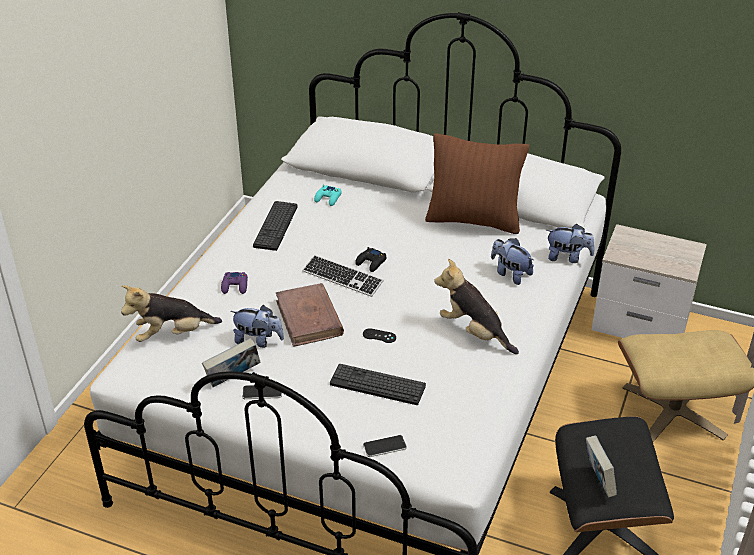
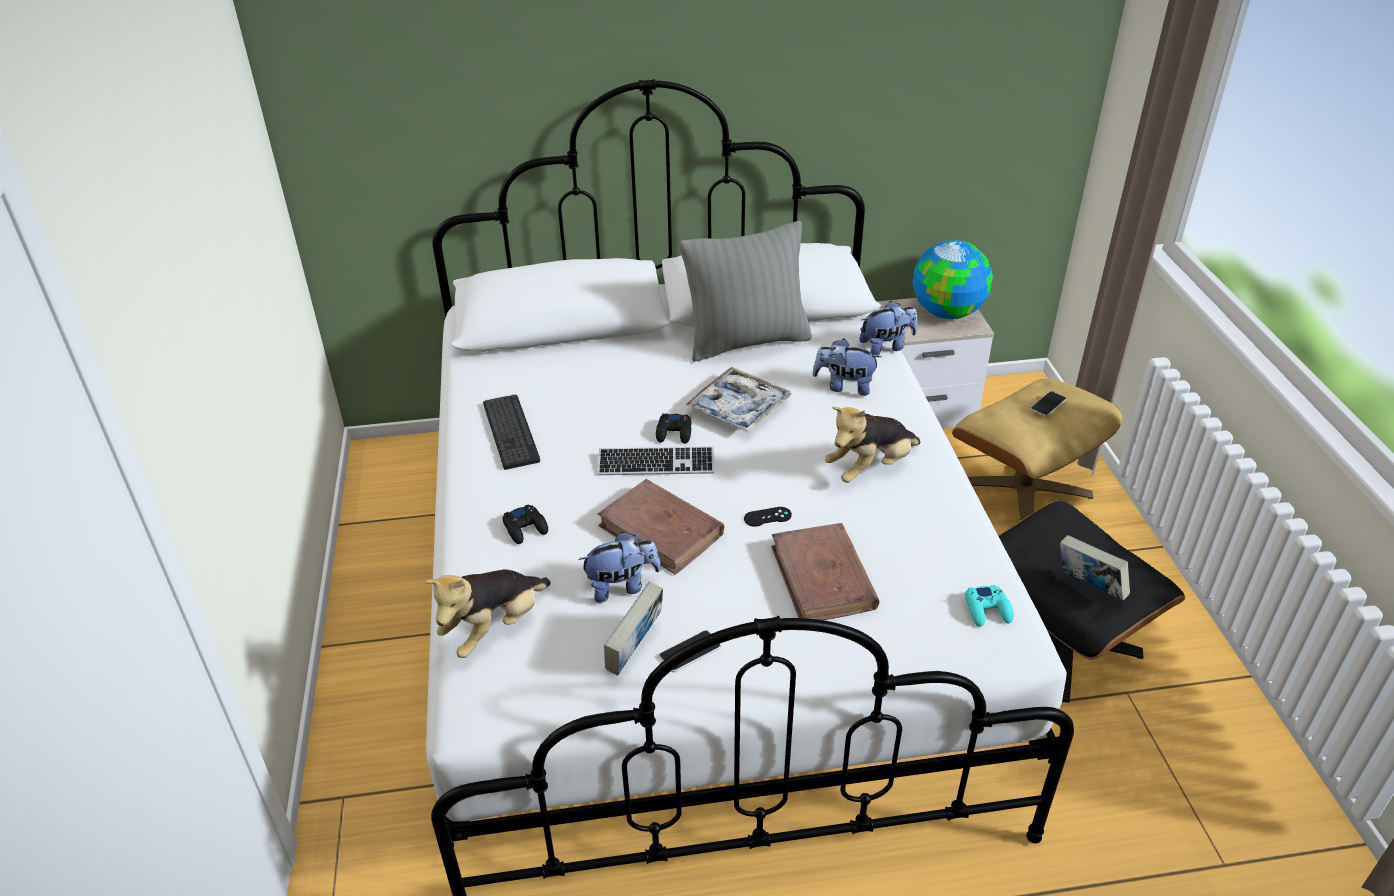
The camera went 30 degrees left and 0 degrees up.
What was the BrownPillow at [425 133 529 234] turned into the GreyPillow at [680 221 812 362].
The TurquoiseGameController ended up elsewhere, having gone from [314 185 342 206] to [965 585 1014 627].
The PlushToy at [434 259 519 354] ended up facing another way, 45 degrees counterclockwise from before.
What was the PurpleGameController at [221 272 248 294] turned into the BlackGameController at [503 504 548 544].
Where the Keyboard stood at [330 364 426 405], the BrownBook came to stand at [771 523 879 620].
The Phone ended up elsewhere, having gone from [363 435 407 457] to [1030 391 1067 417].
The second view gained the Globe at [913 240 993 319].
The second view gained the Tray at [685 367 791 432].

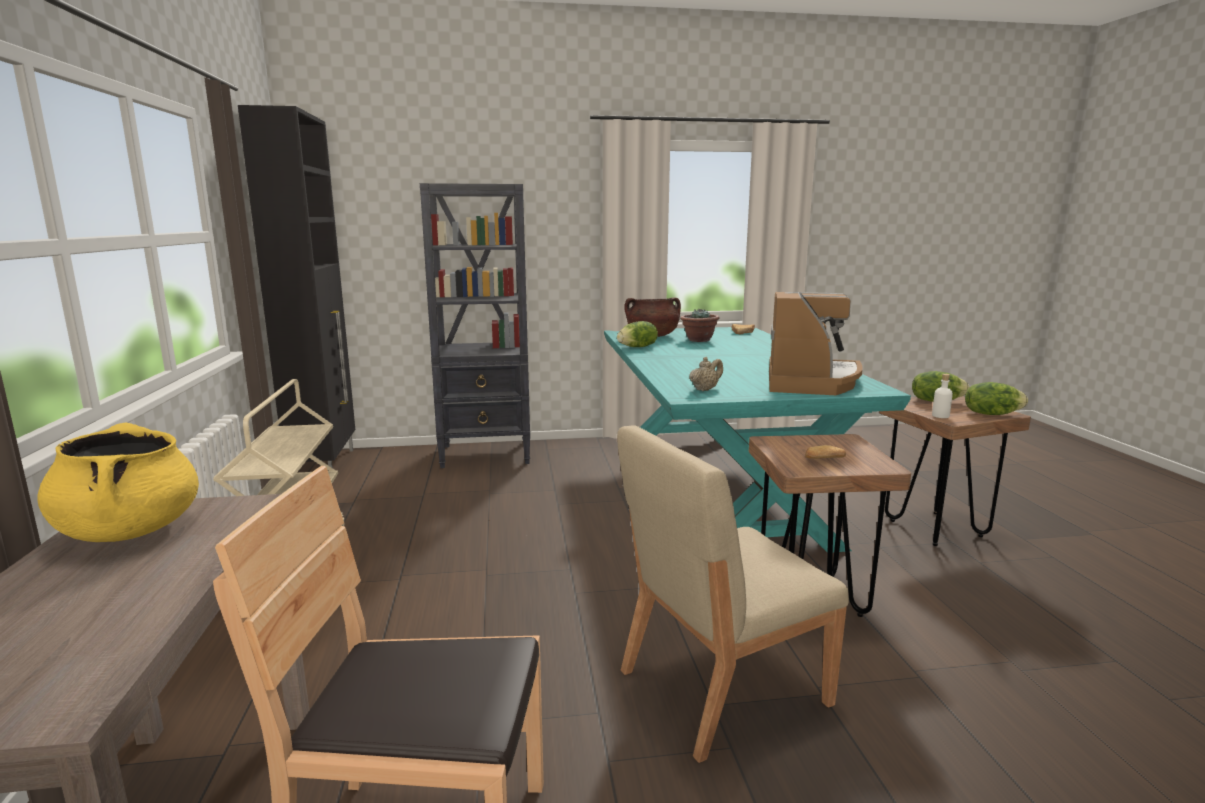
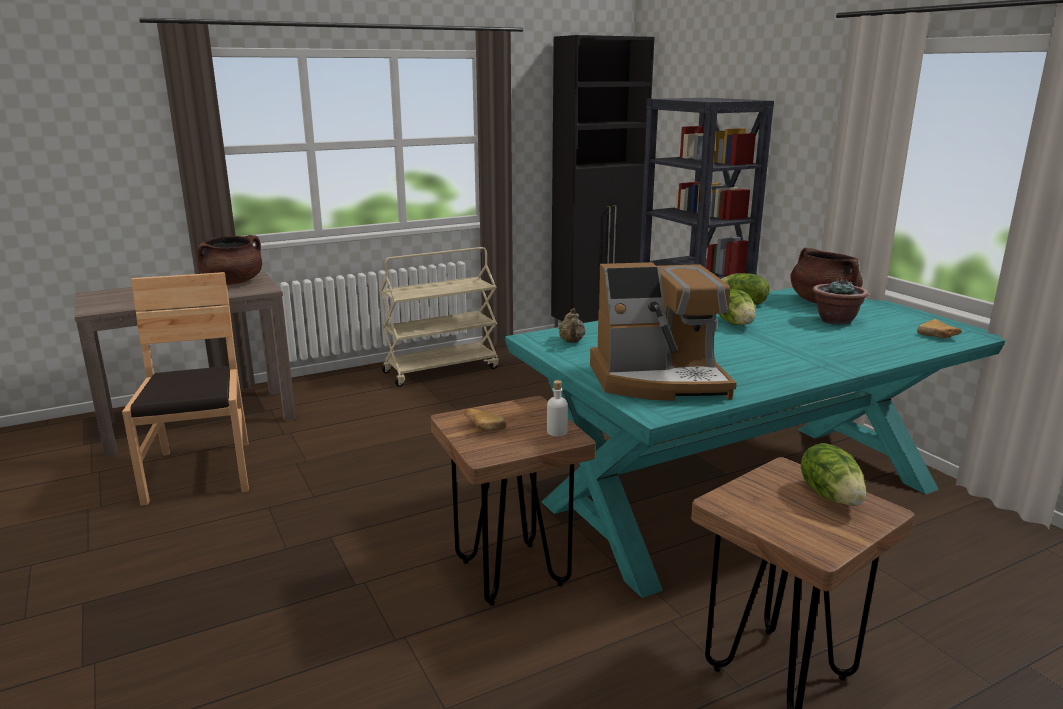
The camera went 70 degrees right and 5 degrees up.
The BeigeTeapot at [689 357 723 391] ended up facing another way, 60 degrees clockwise from before.
The WhiteBottle ended up elsewhere, having gone from [932 374 953 418] to [547 380 568 436].
The Lettuce ended up elsewhere, having gone from [965 382 1028 415] to [719 289 756 325].
What was the YellowCookingPot at [37 422 199 542] turned into the BrownCookingPot at [197 235 262 285].
The second view lost the BeigeChair at [617 425 849 763].

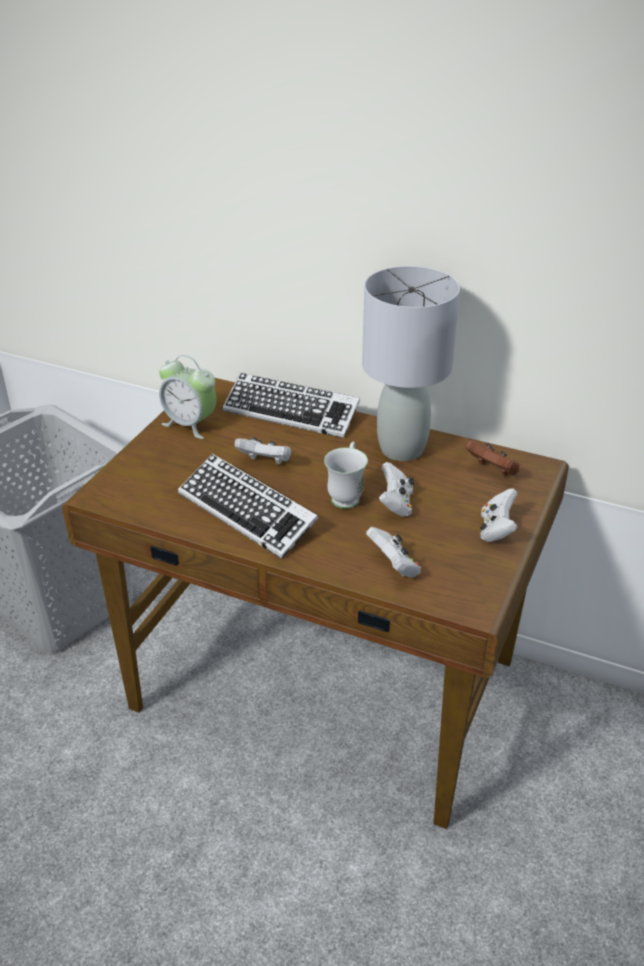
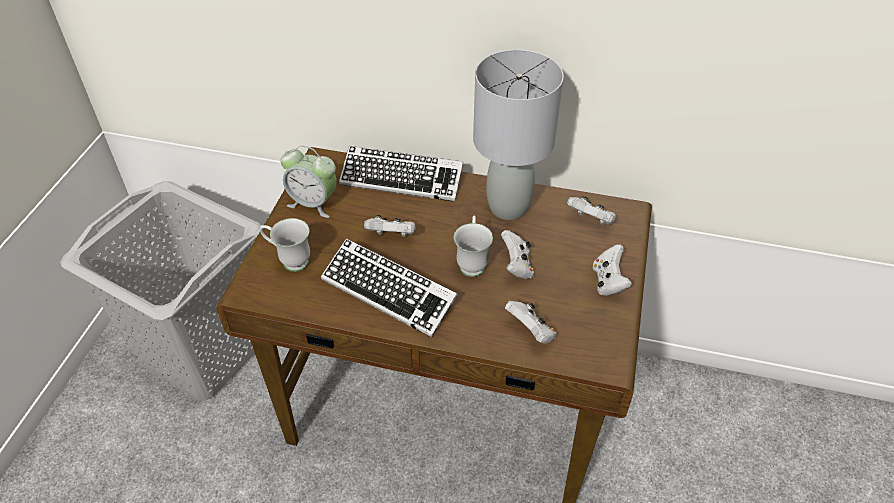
The camera went 10 degrees left and 10 degrees up.
What was the BrownGameController at [465 440 519 477] turned into the WhiteGameController at [567 196 616 225].
The second view gained the WhiteMug at [260 218 310 272].

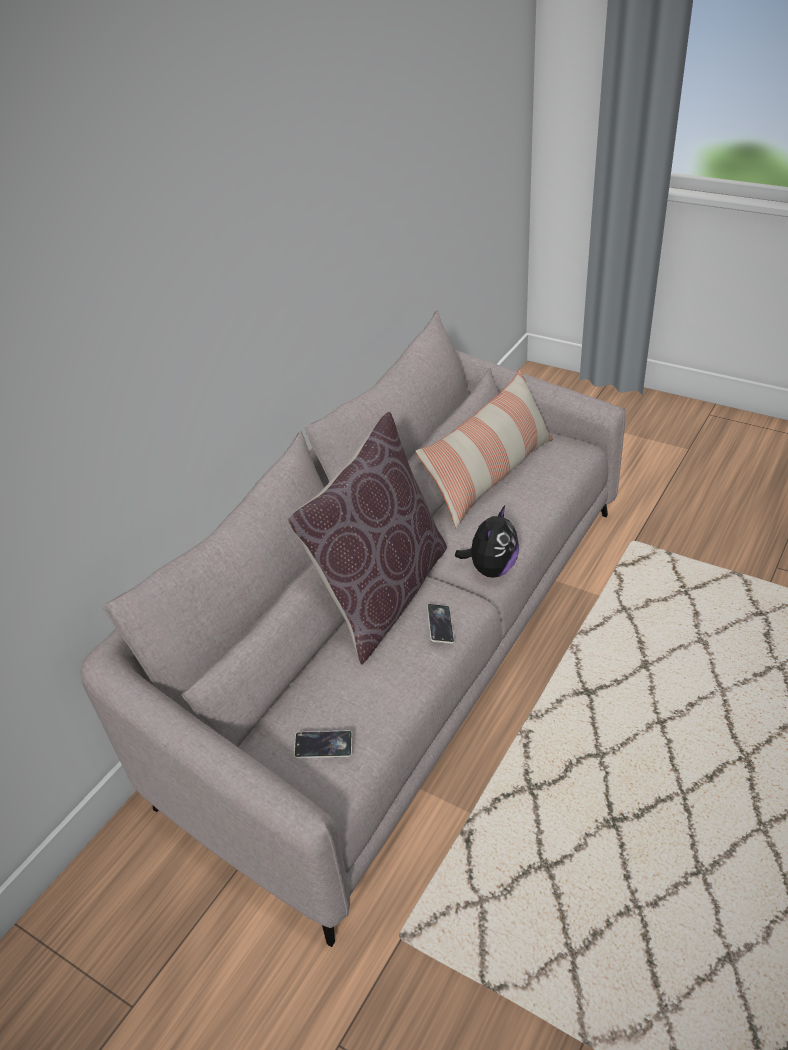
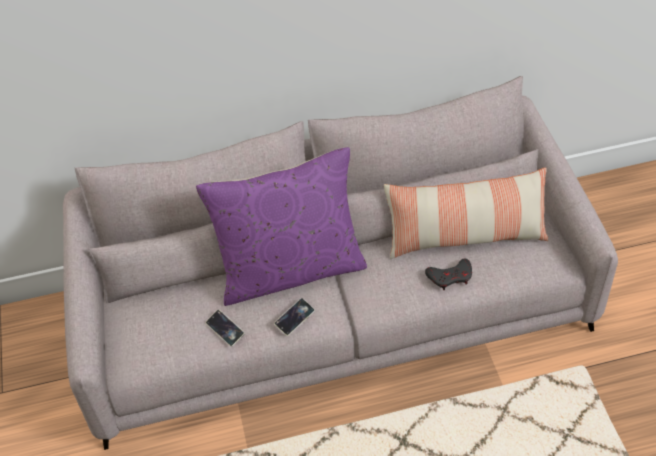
The camera went 45 degrees right and 10 degrees up.
What was the BrownPillow at [288 412 447 665] turned into the PurplePillow at [196 147 367 306].
The second view lost the PlushToy at [455 505 519 578].
The Phone ended up elsewhere, having gone from [294 730 352 758] to [206 310 245 347].
The second view gained the GreyGameController at [425 258 472 290].

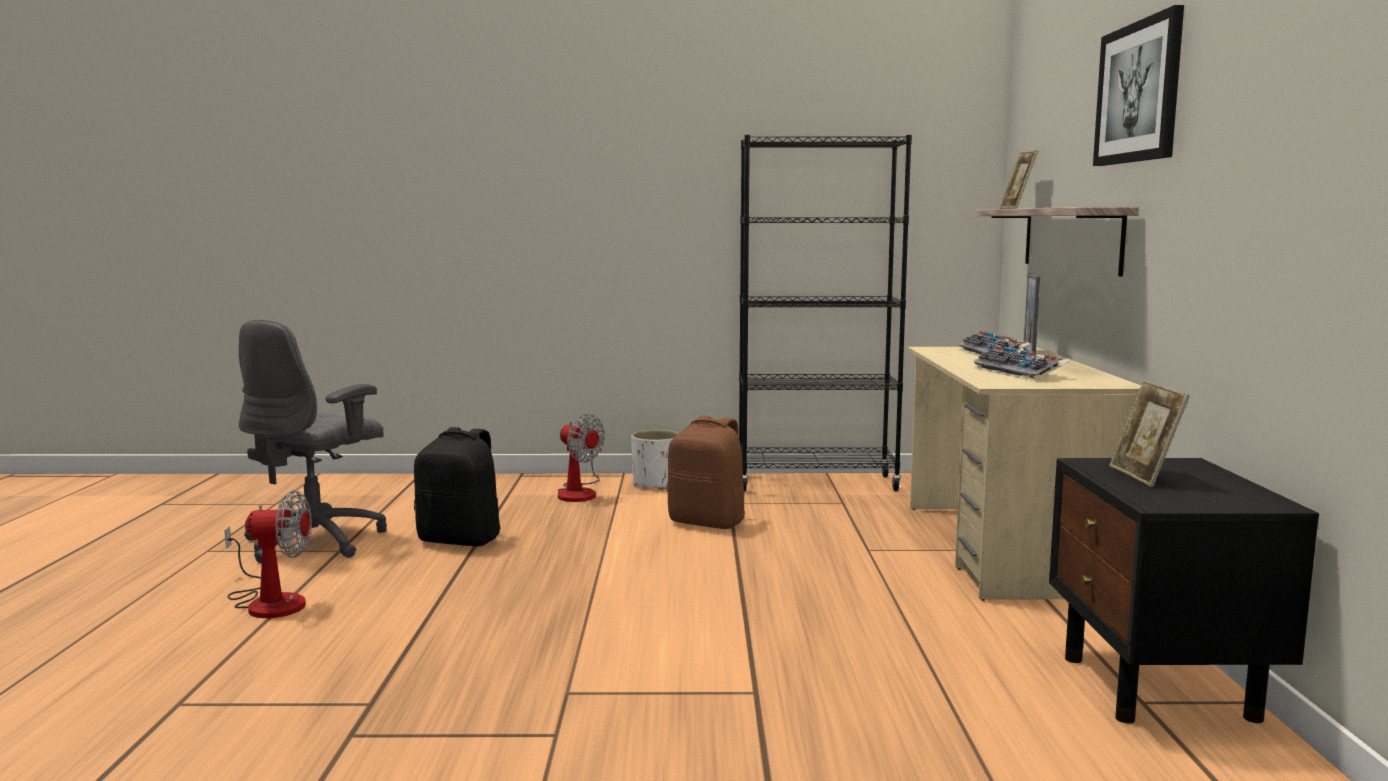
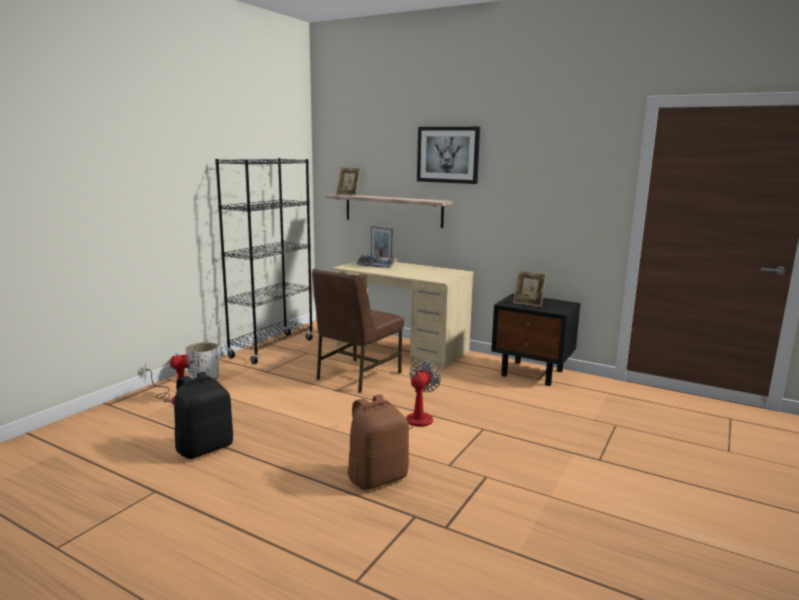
The camera went 60 degrees left and 5 degrees up.
The second view lost the GreyOfficeChair at [239 319 387 563].
The second view lost the Keyboard at [972 345 1071 381].
The BrownBackpack ended up elsewhere, having gone from [667 415 745 529] to [347 394 409 490].
The Fan ended up elsewhere, having gone from [225 490 312 618] to [355 360 441 429].
The second view gained the BrownChair at [312 268 404 393].

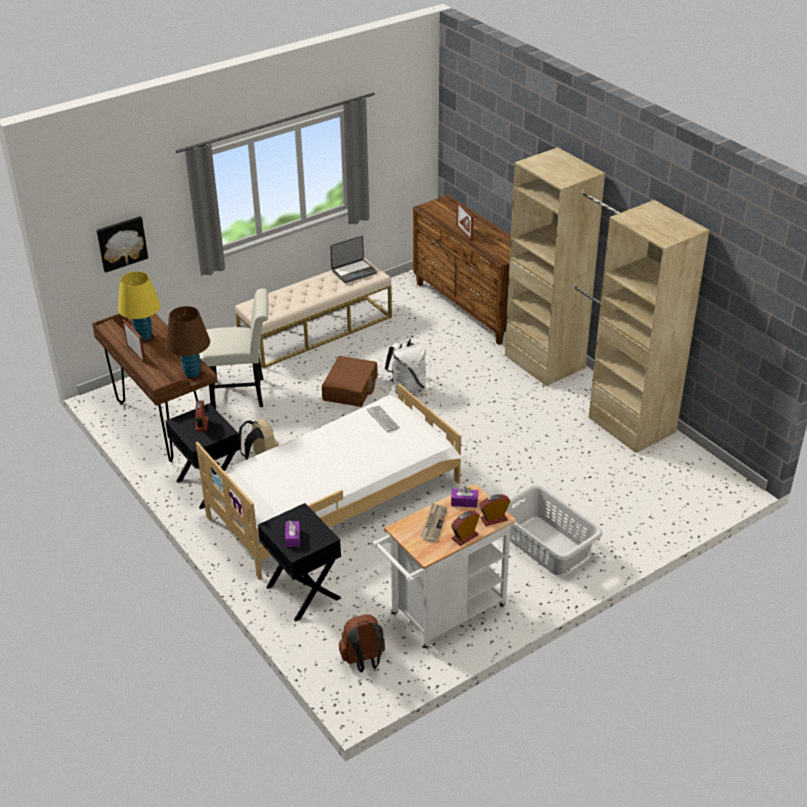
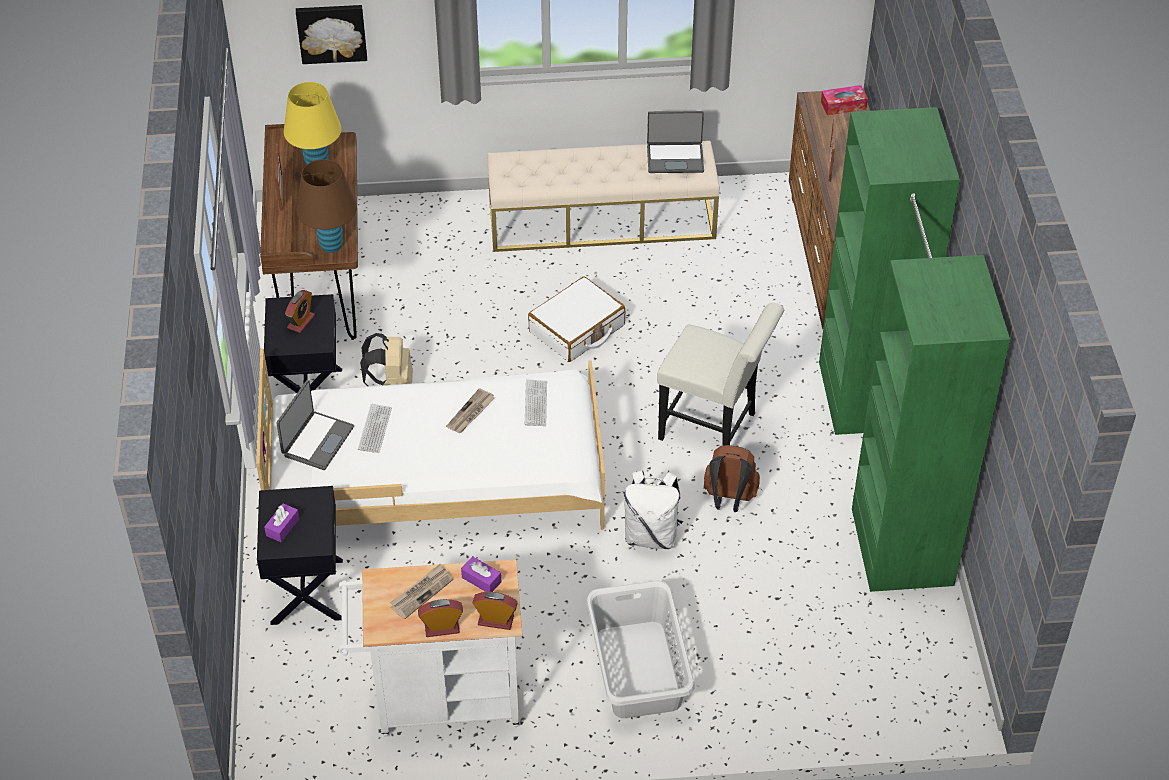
The camera went 30 degrees right and 10 degrees up.
What was the BeigeWardrobe at [505 147 709 453] turned into the GreenWardrobe at [819 107 1010 592].
The WhiteChair ended up elsewhere, having gone from [203 288 269 409] to [657 303 784 446].
The WhiteBackpack ended up elsewhere, having gone from [385 339 426 394] to [621 470 683 549].
What was the BrownSuitcase at [322 356 378 407] turned into the WhiteSuitcase at [528 276 625 362].
The BrownBackpack ended up elsewhere, having gone from [339 615 385 672] to [704 445 760 512].
The second view gained the TissueBox at [821 85 868 115].
The second view gained the Laptop at [276 380 354 470].
The second view gained the Newspaper at [446 388 495 433].
The second view gained the Keyboard at [358 404 392 453].

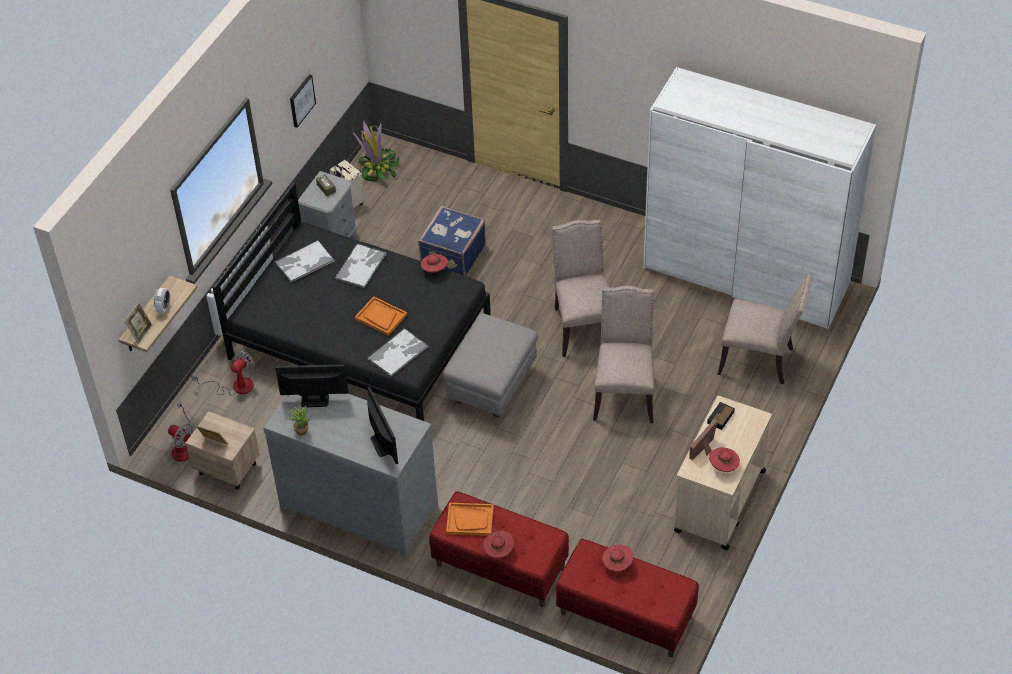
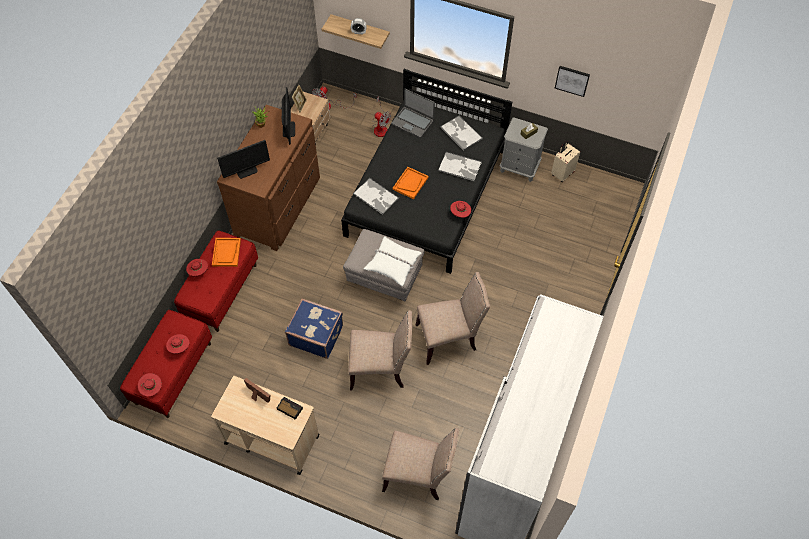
The camera went 85 degrees right and 10 degrees up.
The second view lost the PottedPlant at [353 119 399 182].
The BlueSuitcase ended up elsewhere, having gone from [418 206 486 276] to [285 298 343 359].
The BeigeChair at [717 274 812 384] ended up facing another way, 90 degrees counterclockwise from before.
The second view lost the PictureFrame at [125 302 152 344].
What was the GreyDresser at [263 394 438 557] turned into the BrownDresser at [217 105 320 251].
The RedHat ended up elsewhere, having gone from [709 447 740 472] to [138 373 162 397].
The second view gained the Laptop at [391 89 435 138].
The second view gained the WhitePillow at [364 236 421 286].

